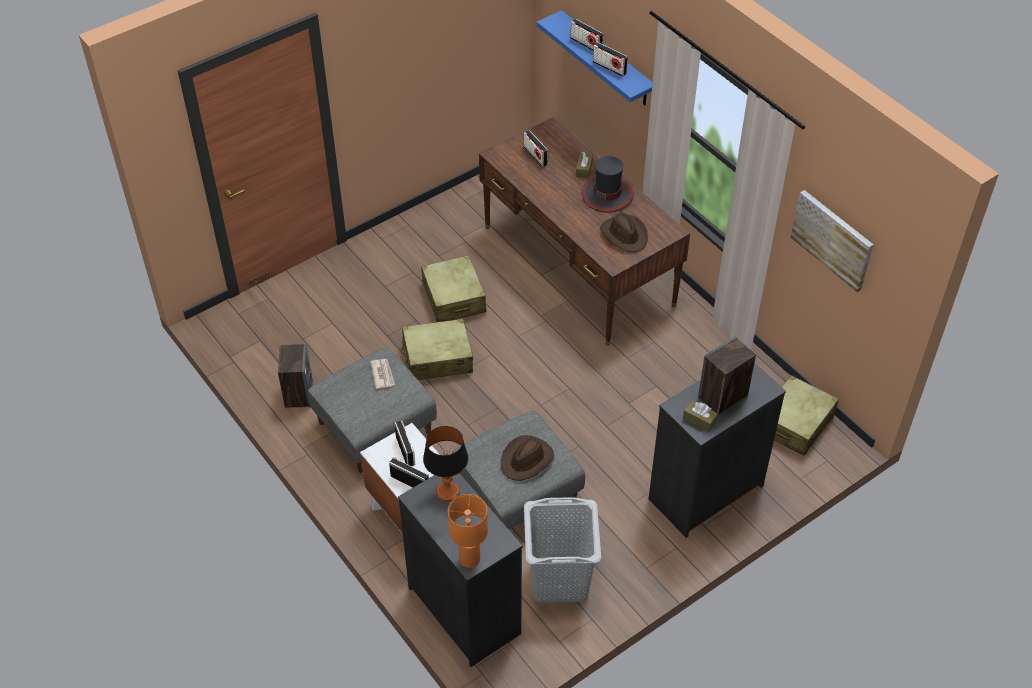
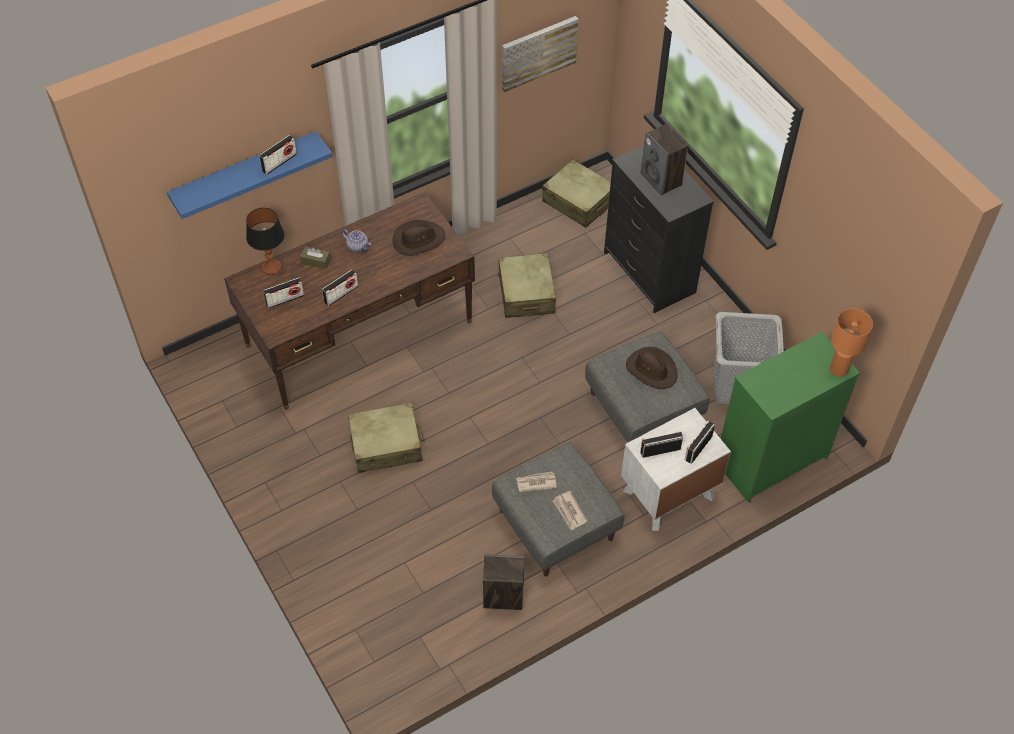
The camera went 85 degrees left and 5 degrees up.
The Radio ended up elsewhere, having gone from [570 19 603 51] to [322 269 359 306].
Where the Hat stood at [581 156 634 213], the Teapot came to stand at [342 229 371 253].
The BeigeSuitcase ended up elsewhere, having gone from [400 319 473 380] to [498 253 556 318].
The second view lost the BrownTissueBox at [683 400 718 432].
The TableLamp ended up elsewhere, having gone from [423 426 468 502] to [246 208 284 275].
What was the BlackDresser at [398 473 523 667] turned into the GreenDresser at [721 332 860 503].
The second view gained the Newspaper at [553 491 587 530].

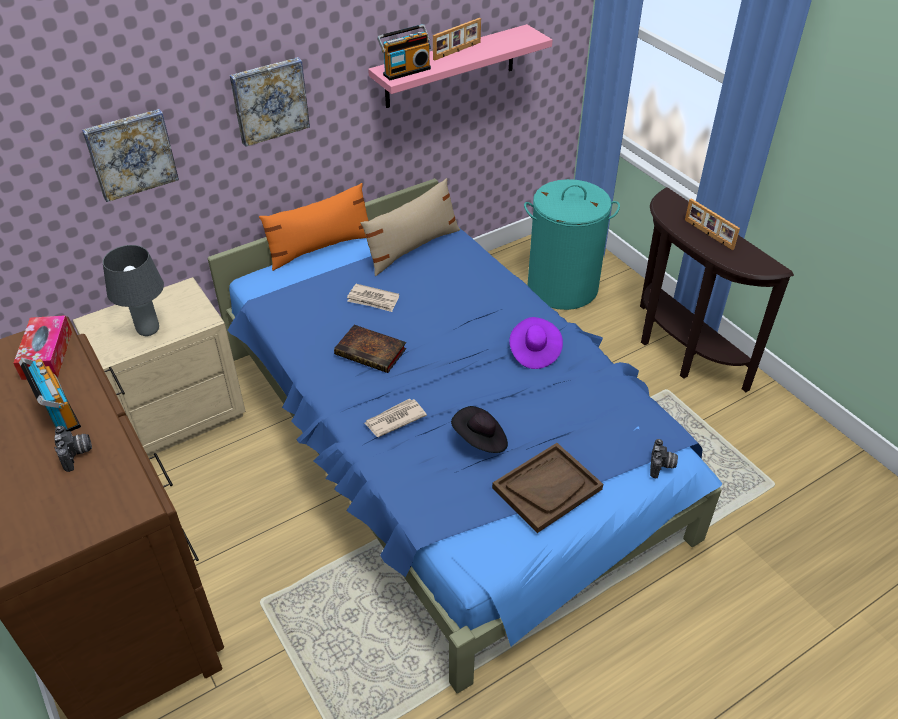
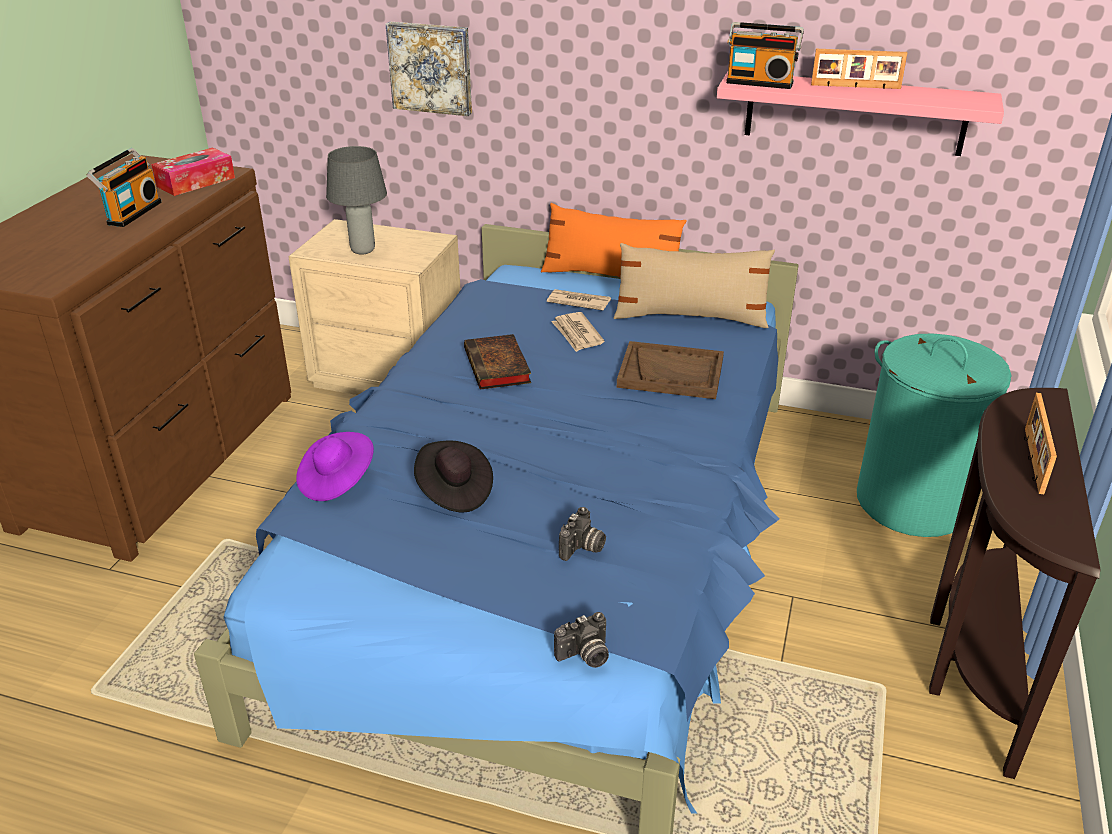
The camera went 50 degrees right and 10 degrees down.
The second view lost the Picture at [230 57 310 147].
The PurpleHat ended up elsewhere, having gone from [509 317 563 369] to [296 432 374 501].
The Newspaper ended up elsewhere, having gone from [364 399 427 437] to [547 289 611 311].
The PhotoCamera ended up elsewhere, having gone from [54 426 92 472] to [559 507 606 561].
The BrownTray ended up elsewhere, having gone from [492 443 603 533] to [617 341 724 399].

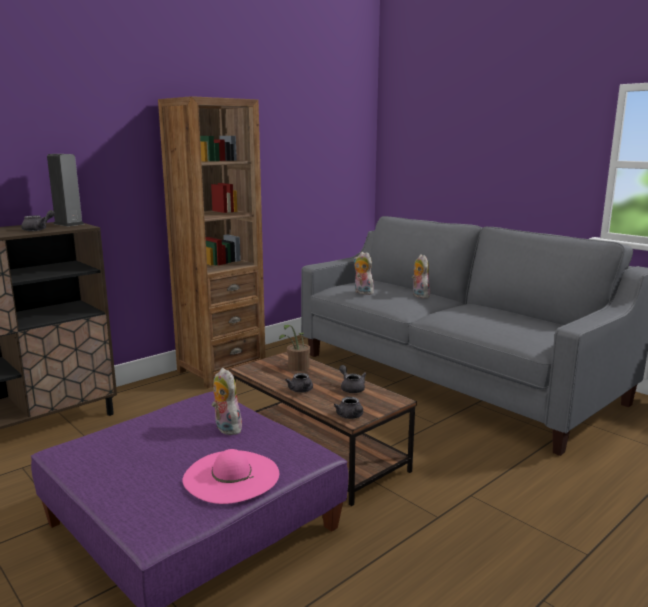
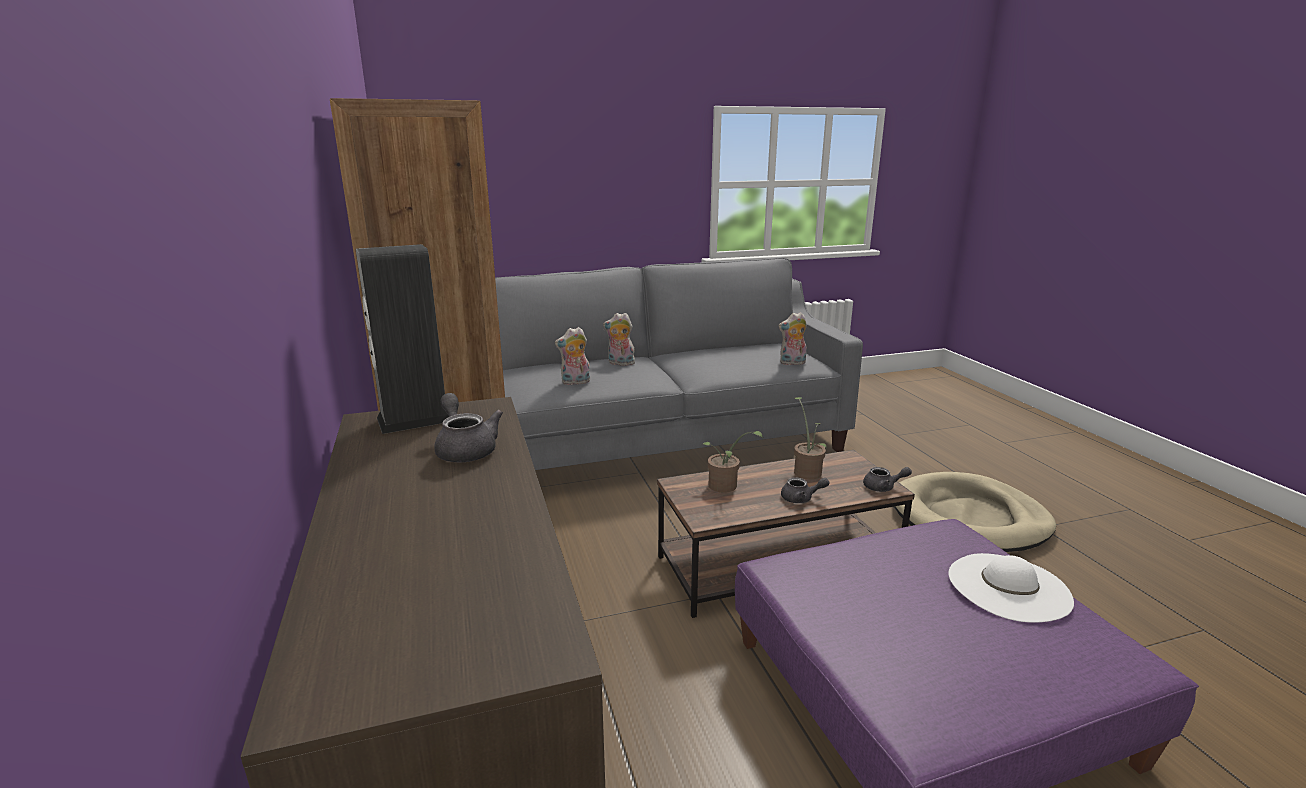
The camera went 65 degrees left and 5 degrees up.
Where the GreyTeapot stood at [339 365 366 393], the PottedPlant came to stand at [794 397 827 480].
The PlushToy ended up elsewhere, having gone from [212 368 242 435] to [779 312 807 365].
What was the PinkHat at [182 449 279 504] turned into the WhiteHat at [948 553 1074 623].
The second view gained the BeigeDogBed at [894 472 1056 552].

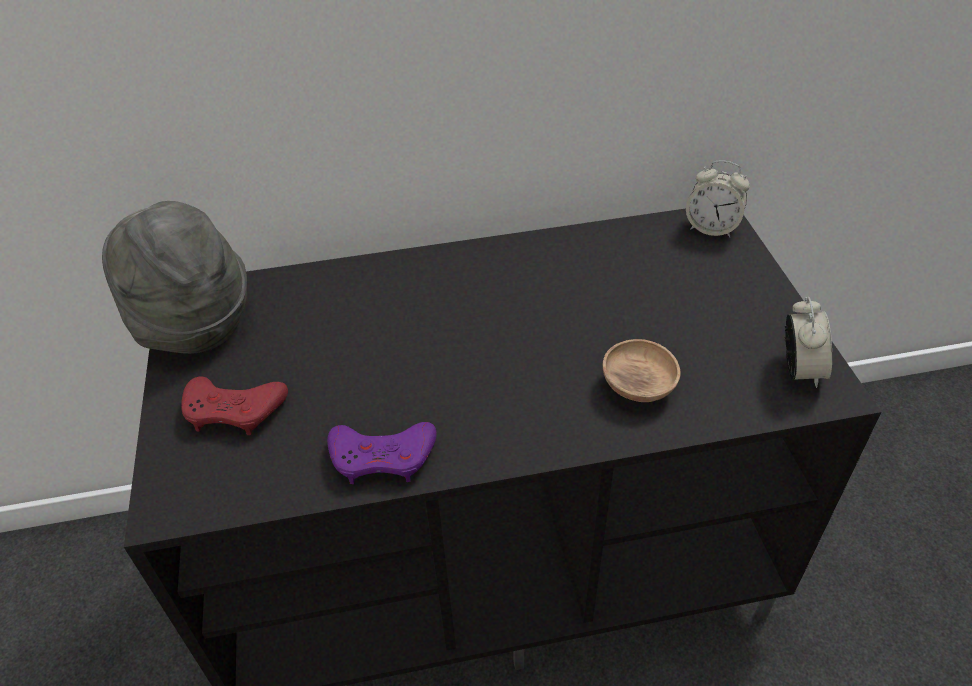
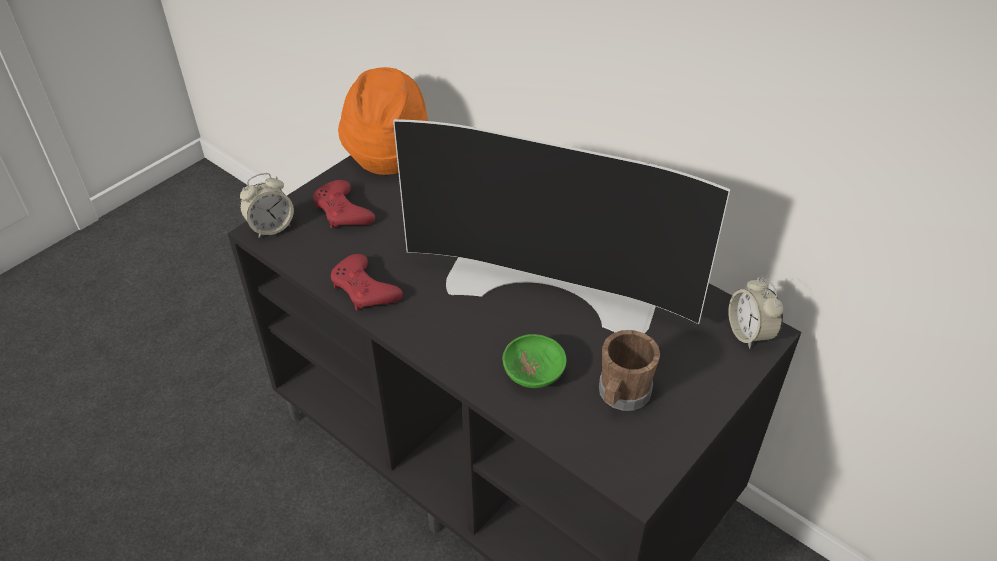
The camera went 50 degrees right and 0 degrees up.
What was the GreyHat at [102 201 247 354] turned into the OrangeHat at [338 67 428 175].
The AlarmClock ended up elsewhere, having gone from [785 297 832 388] to [240 173 294 238].
What was the BrownBowl at [603 339 681 402] turned into the GreenBowl at [503 334 567 388].
What was the PurpleGameController at [327 422 436 484] turned into the RedGameController at [330 254 403 310].
The second view gained the Television at [393 119 730 333].
The second view gained the BrownMug at [599 330 660 411].

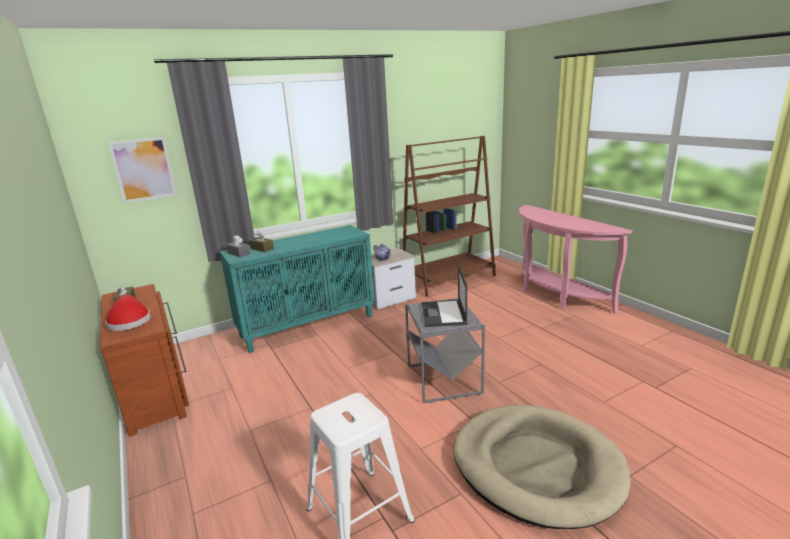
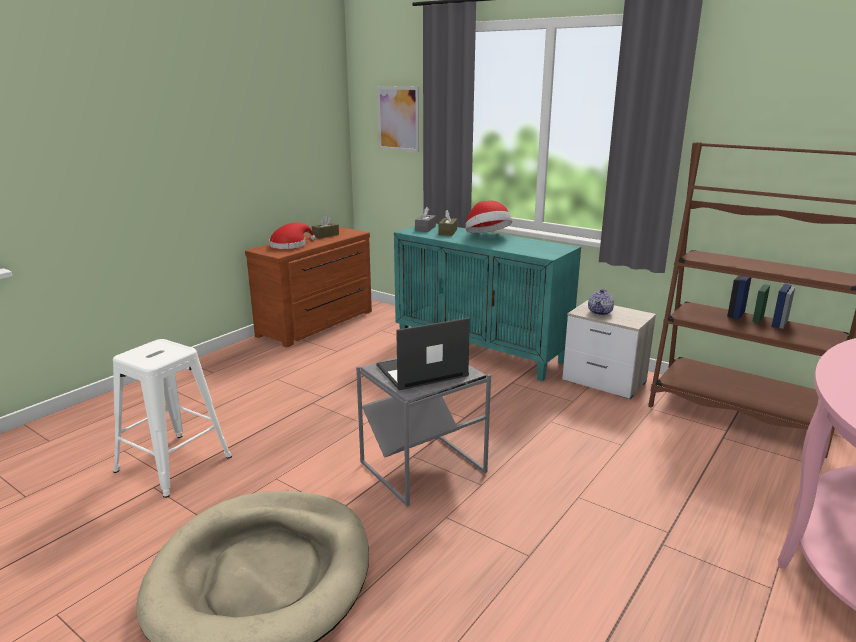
The camera went 65 degrees right and 0 degrees up.
The second view gained the Hat at [465 201 512 233].

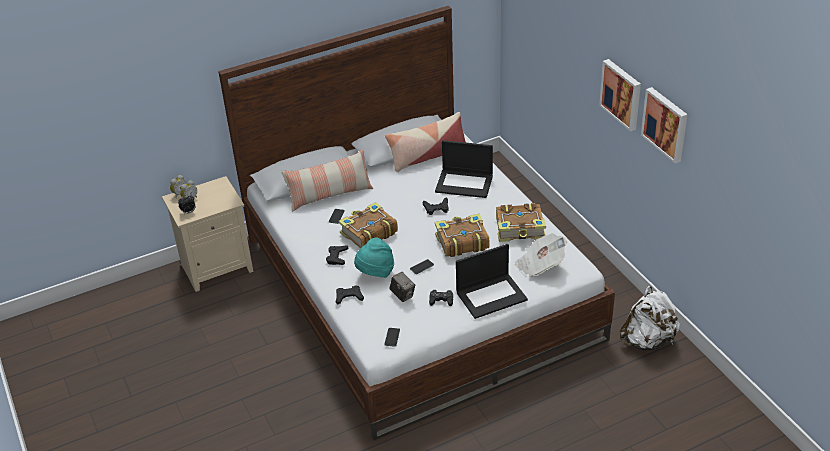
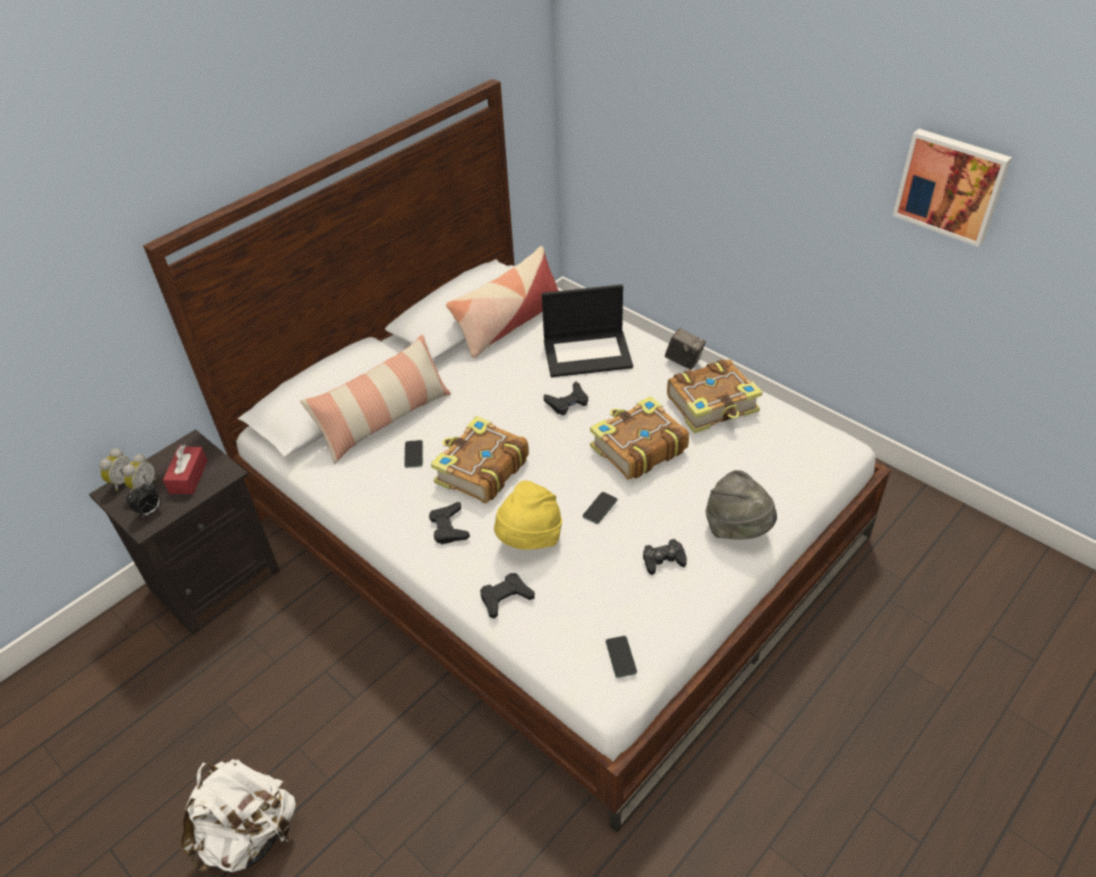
The camera went 20 degrees left and 5 degrees up.
The second view lost the Picture at [599 59 641 132].
What was the BeigeNightstand at [162 176 253 292] turned into the BlackNightstand at [89 429 280 635].
The second view lost the Newspaper at [515 233 567 278].
What was the TurquoiseHat at [354 237 394 278] turned into the YellowHat at [494 480 562 550].
Where the Laptop stood at [456 244 528 319], the GreyHat came to stand at [706 470 777 540].
The PhotoCamera ended up elsewhere, having gone from [389 272 415 302] to [665 328 706 370].
The WhiteBackpack ended up elsewhere, having gone from [620 286 680 350] to [181 759 296 872].
The second view gained the RedTissueBox at [163 445 208 494].

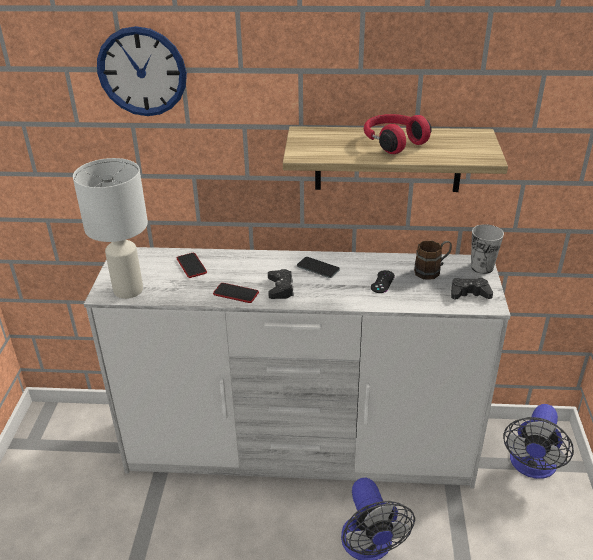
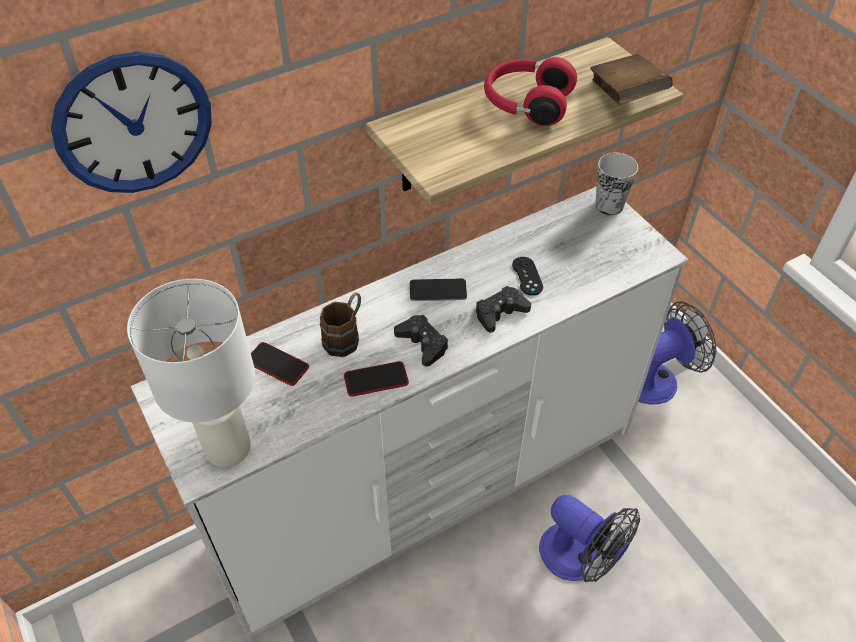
The camera went 35 degrees left and 15 degrees up.
The BrownMug ended up elsewhere, having gone from [414 241 452 280] to [320 292 361 357].
The BlackGameController ended up elsewhere, having gone from [451 278 493 300] to [476 286 531 333].
The Fan at [503 404 574 479] ended up facing another way, 105 degrees counterclockwise from before.
The second view gained the BrownBook at [590 54 673 104].

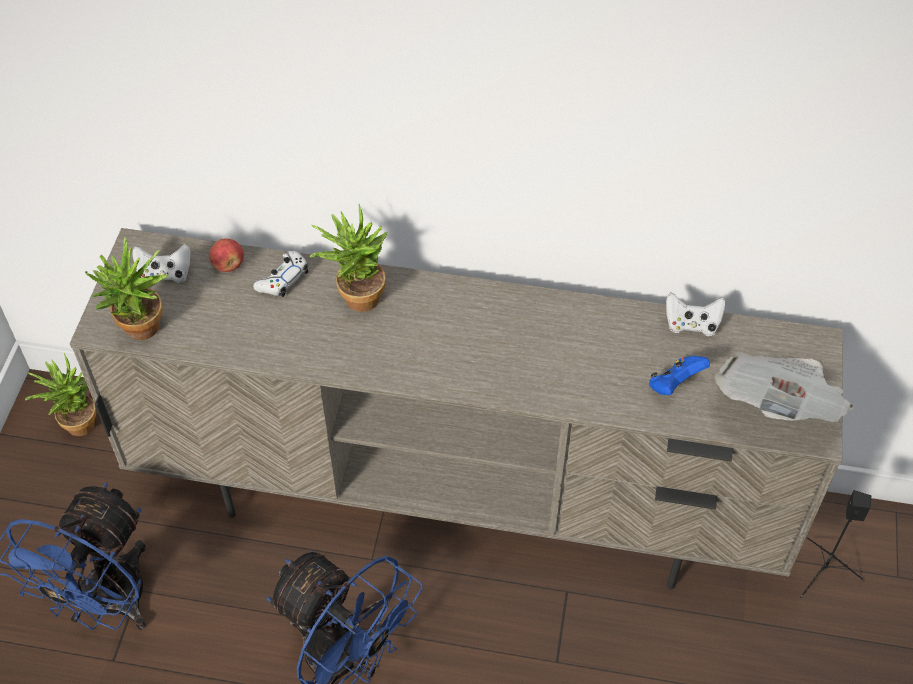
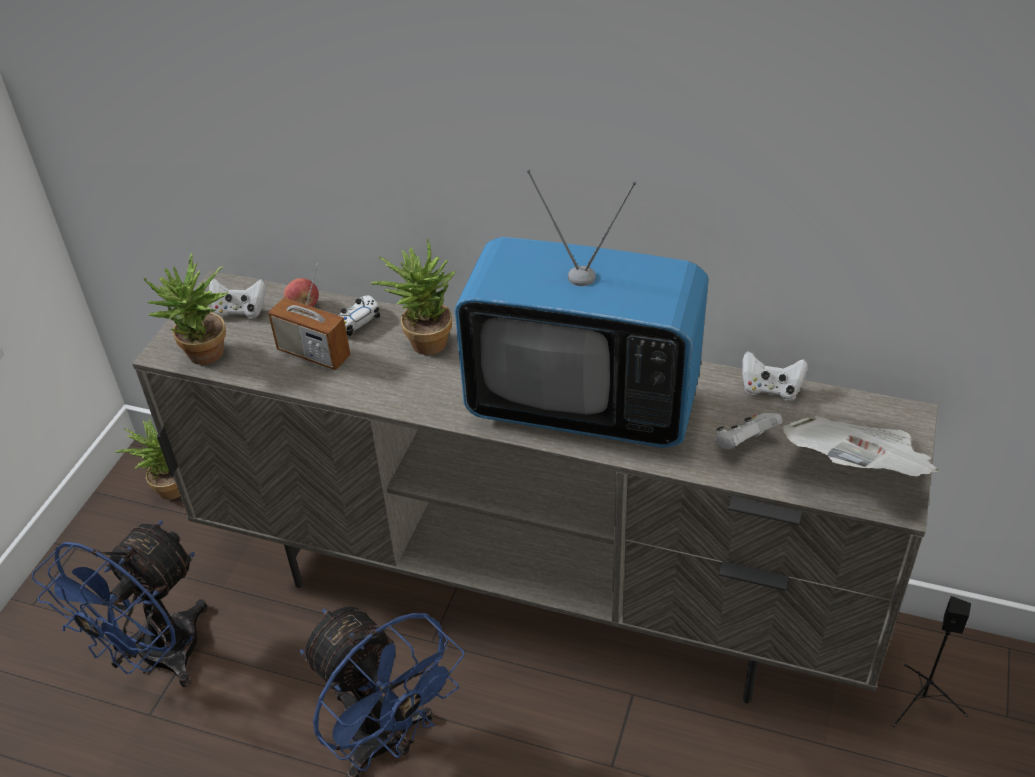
The camera went 10 degrees right and 10 degrees down.
What was the BlueGameController at [649 356 710 395] turned into the WhiteGameController at [715 413 783 450].
The second view gained the Television at [455 169 709 448].
The second view gained the Radio at [268 263 350 370].

